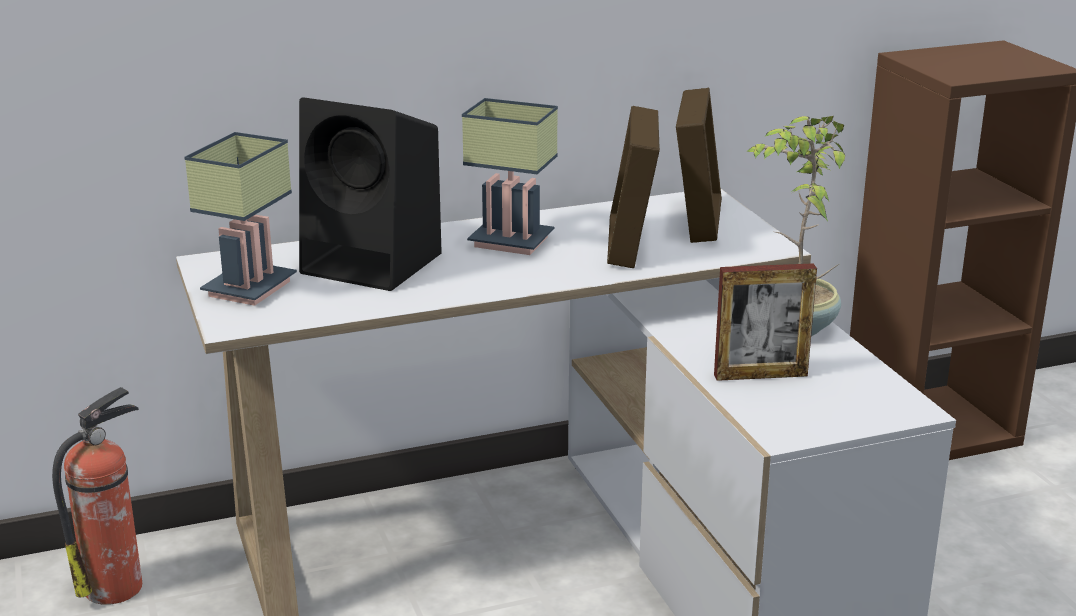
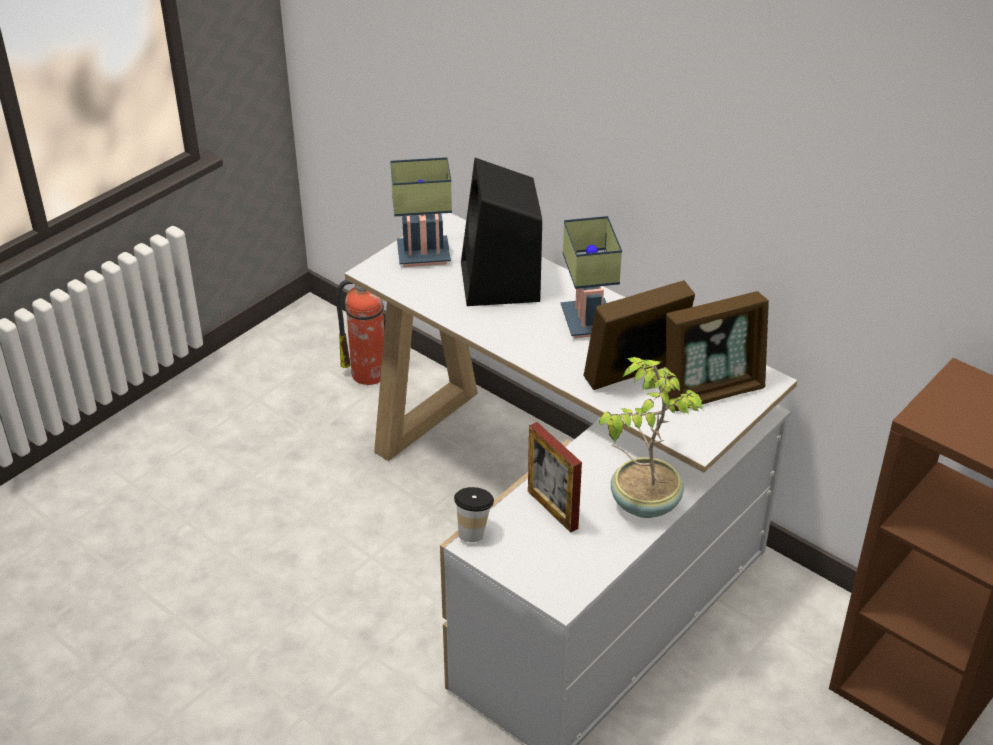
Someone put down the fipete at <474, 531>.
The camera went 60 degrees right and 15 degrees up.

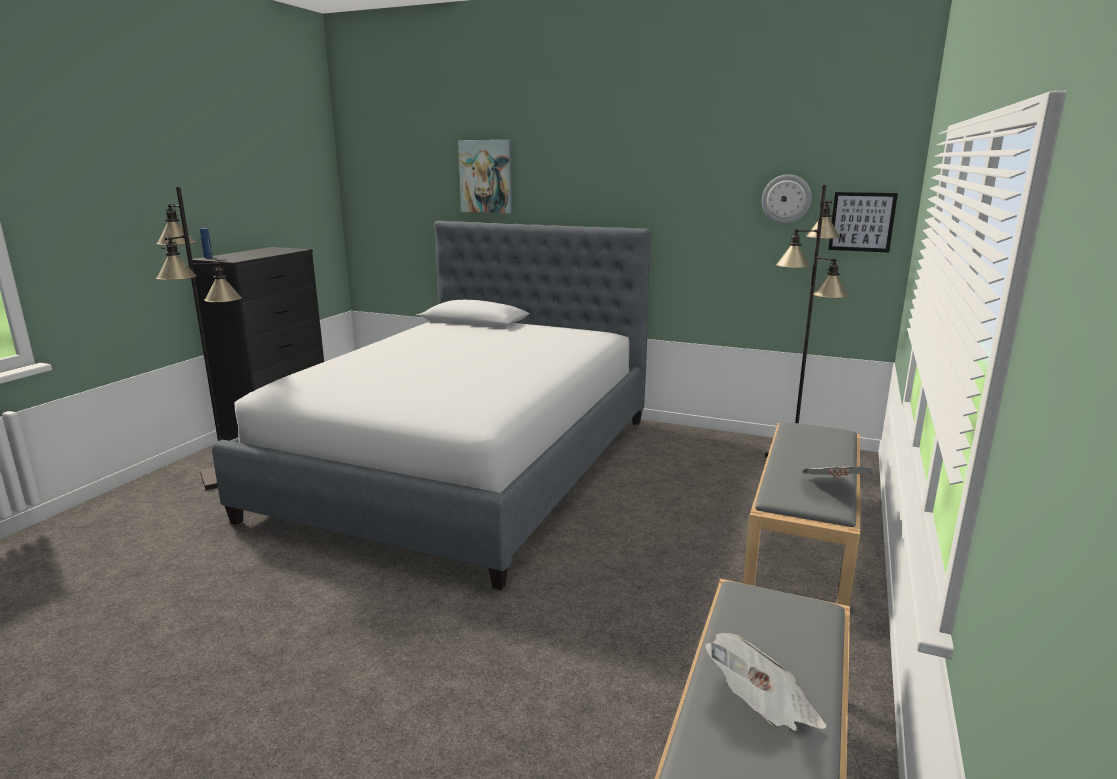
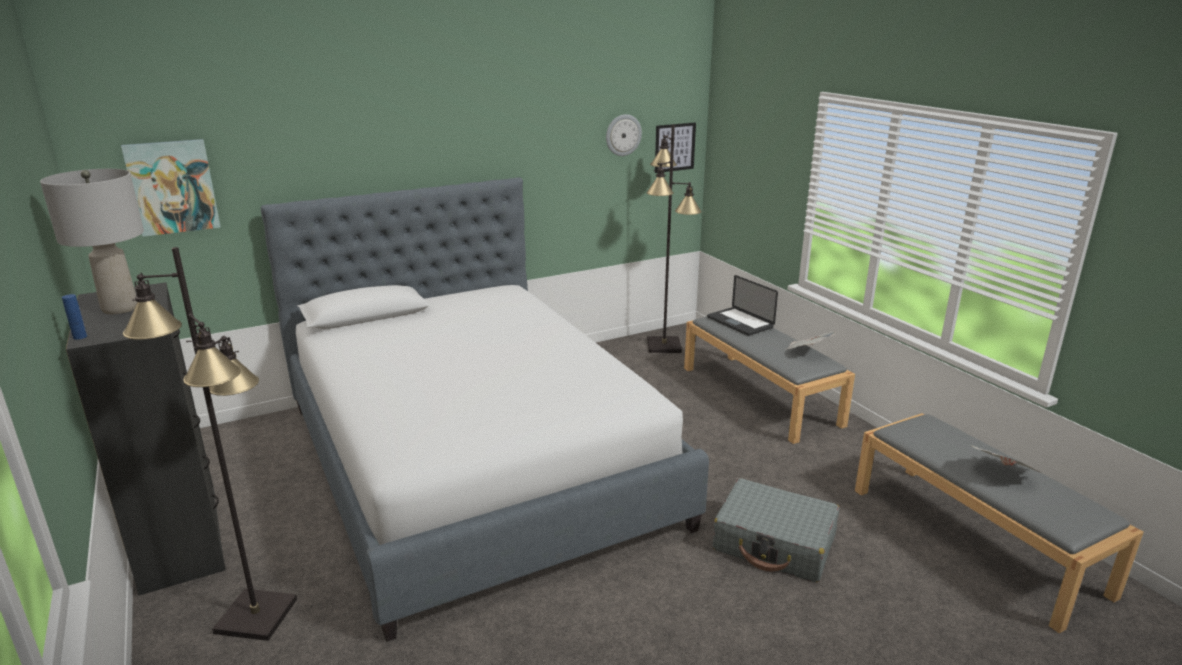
Someone carried the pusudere from <486, 176> to <172, 187>.
Someone put down the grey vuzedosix at <121, 308>.
Someone put down the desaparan at <740, 322>.
Someone put down the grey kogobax at <774, 543>.
The camera went 50 degrees left and 5 degrees up.

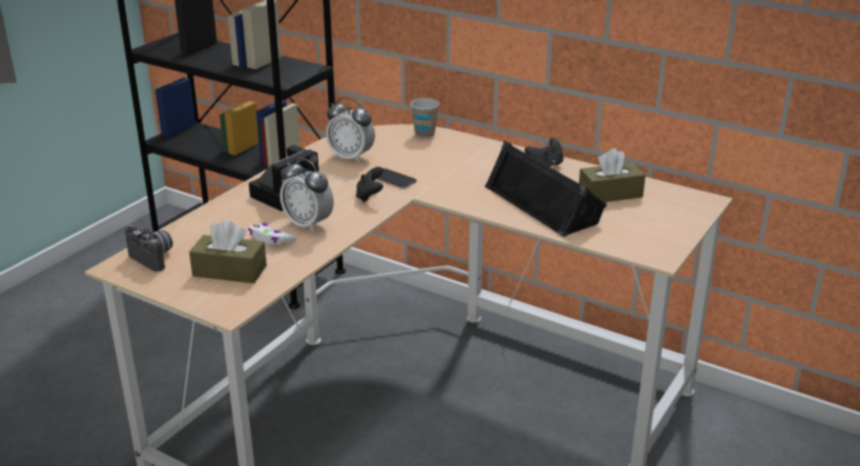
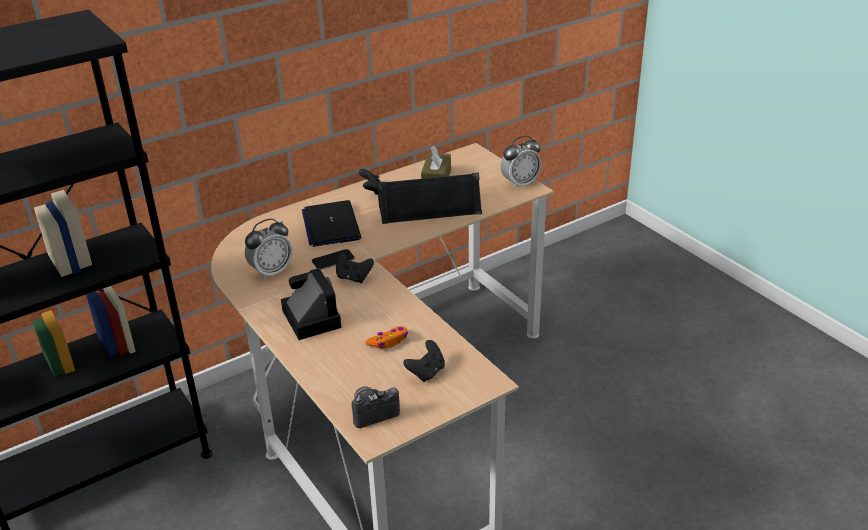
Someone took away the fipete at <424, 134>.
Someone carried the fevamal from <308, 224> to <520, 184>.
Someone swapped the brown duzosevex at <229, 271> for the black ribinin at <426, 372>.
Someone repainted the white ribinin at <271, 239>, which became the orange ribinin at <388, 341>.
Someone put down the desaparan at <331, 225>.
The camera went 65 degrees left and 5 degrees up.

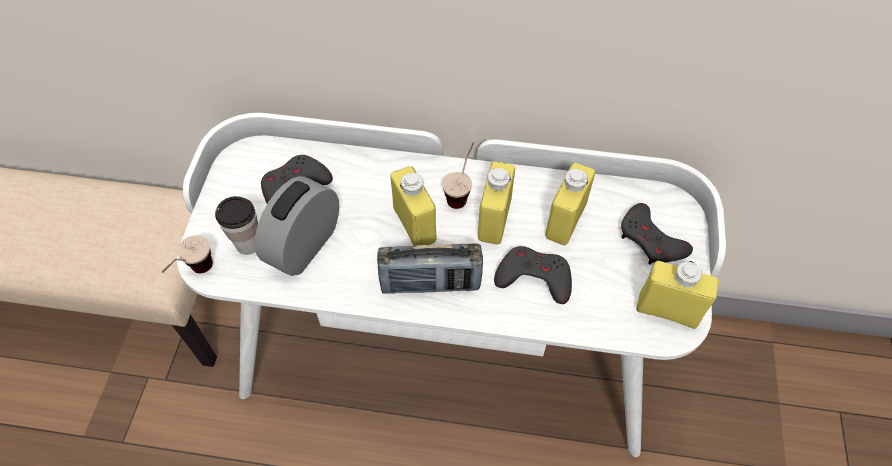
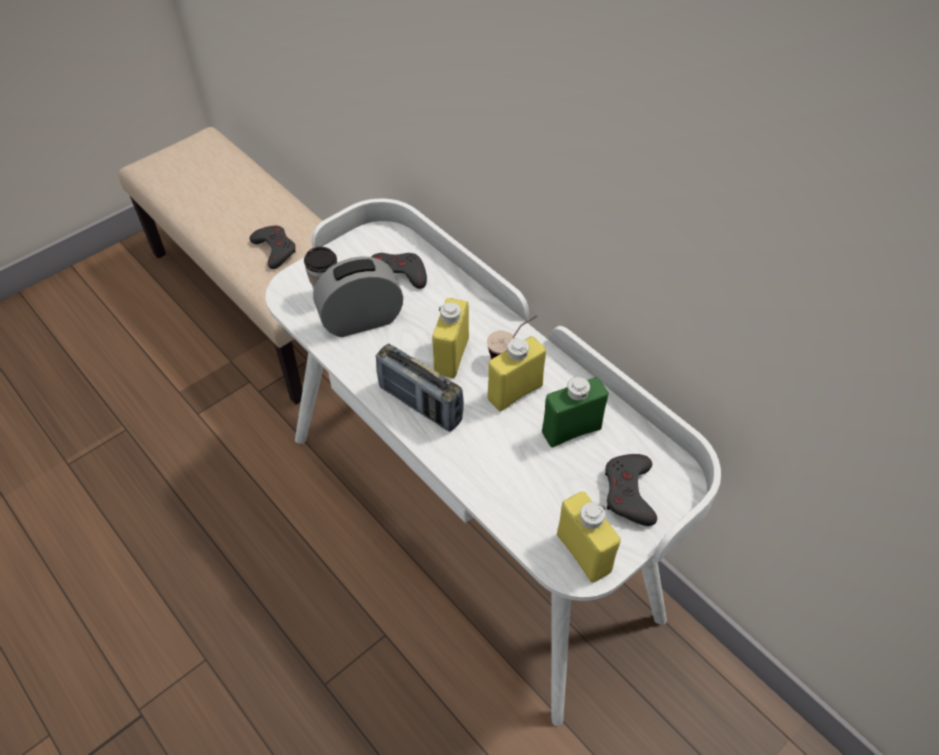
Someone repainted the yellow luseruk at <565, 221>, which became the green luseruk at <571, 430>.
Someone took away the fipete at <195, 275>.
Someone carried the grey ribinin from <534, 277> to <275, 249>.
The camera went 40 degrees right and 5 degrees down.

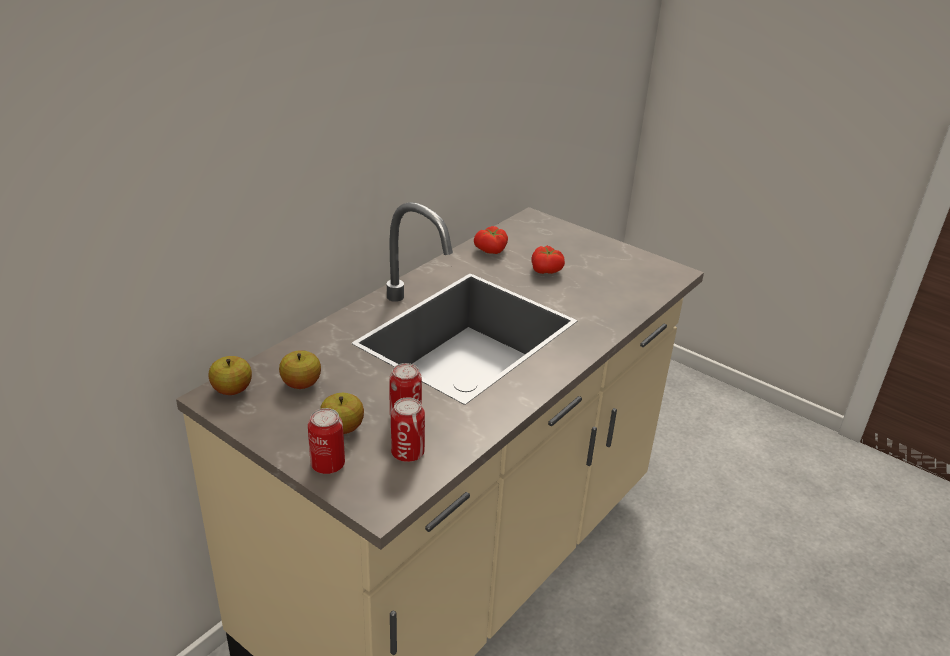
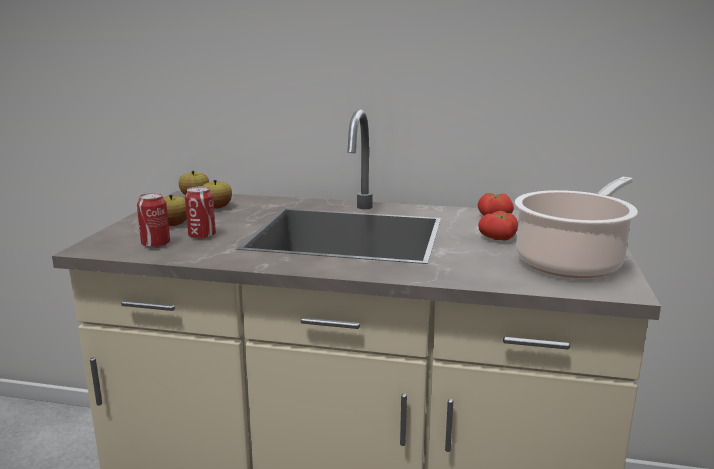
Someone took away the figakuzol at <327, 465>.
Someone put down the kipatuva at <572, 261>.
The camera went 65 degrees right and 15 degrees down.

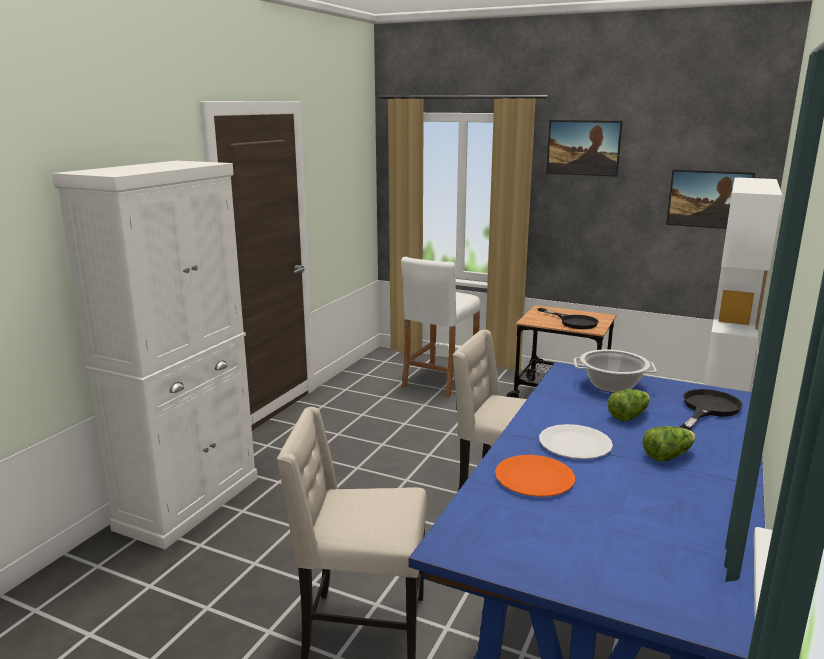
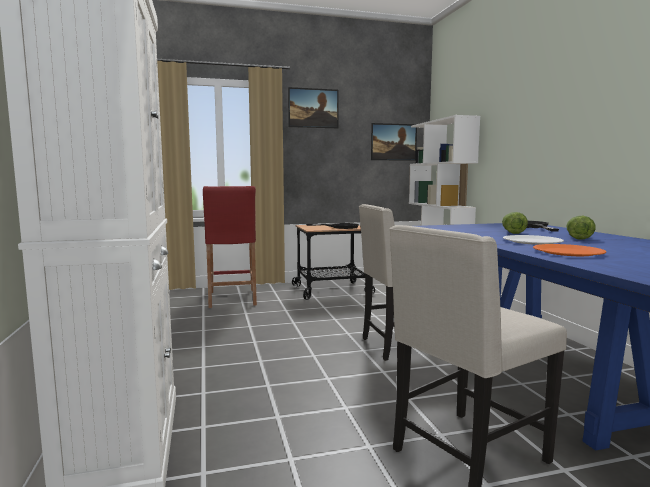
Someone repainted the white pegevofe at <440, 380>, which became the red pegevofe at <232, 298>.
Someone took away the kipatuva at <612, 385>.
The camera went 40 degrees left and 10 degrees down.

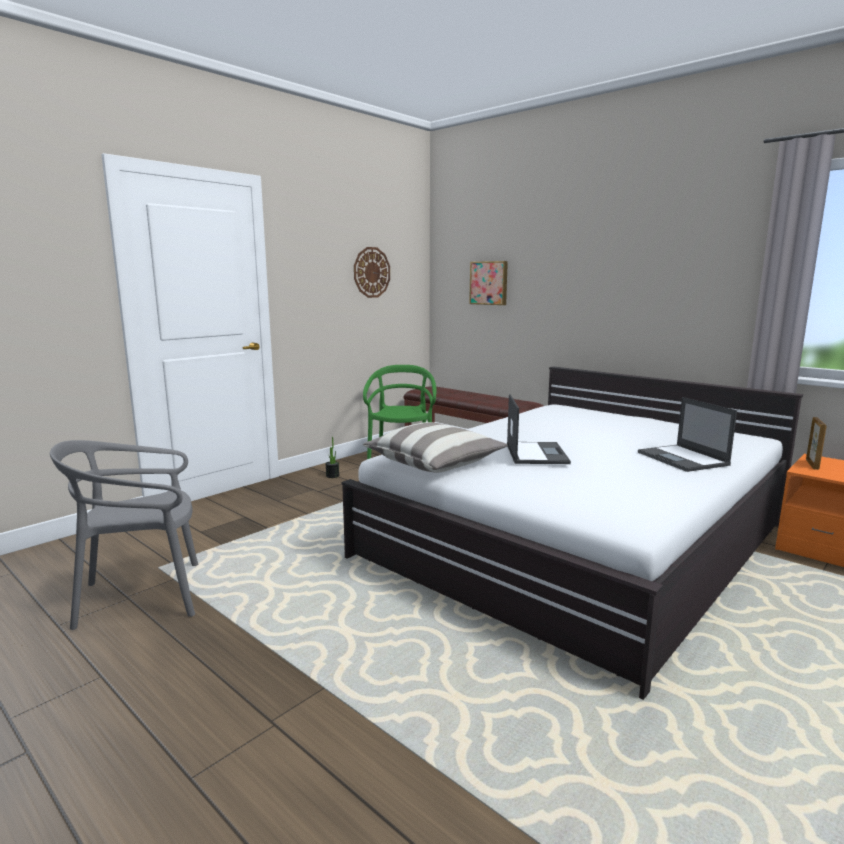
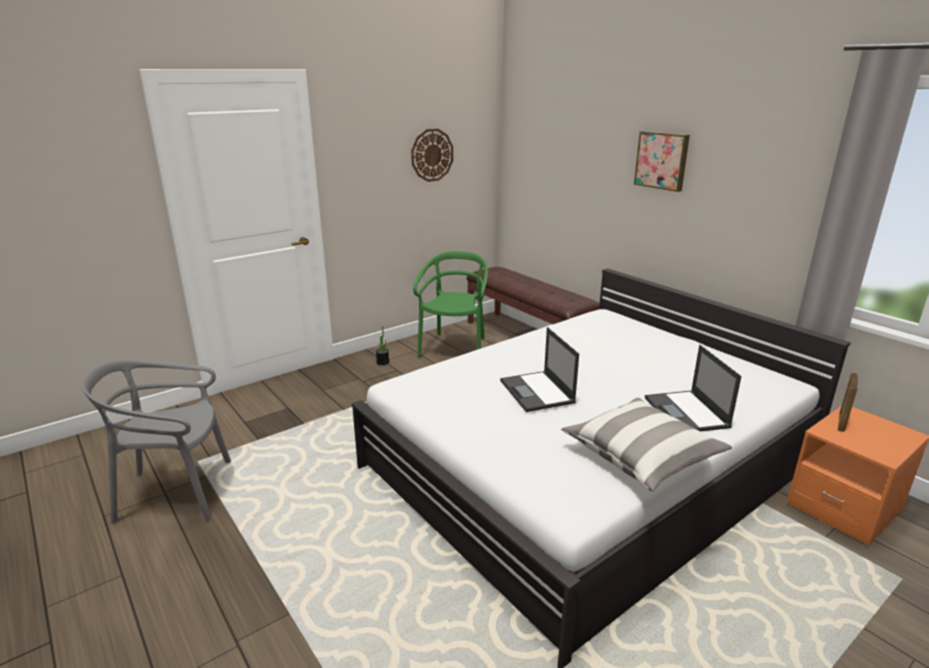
Someone carried the pusudere from <489, 283> to <662, 160>.
Someone rotated the desaparan at <536, 453> by 150 degrees clockwise.
Someone carried the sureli from <434, 463> to <641, 457>.
The camera went 10 degrees right and 10 degrees up.

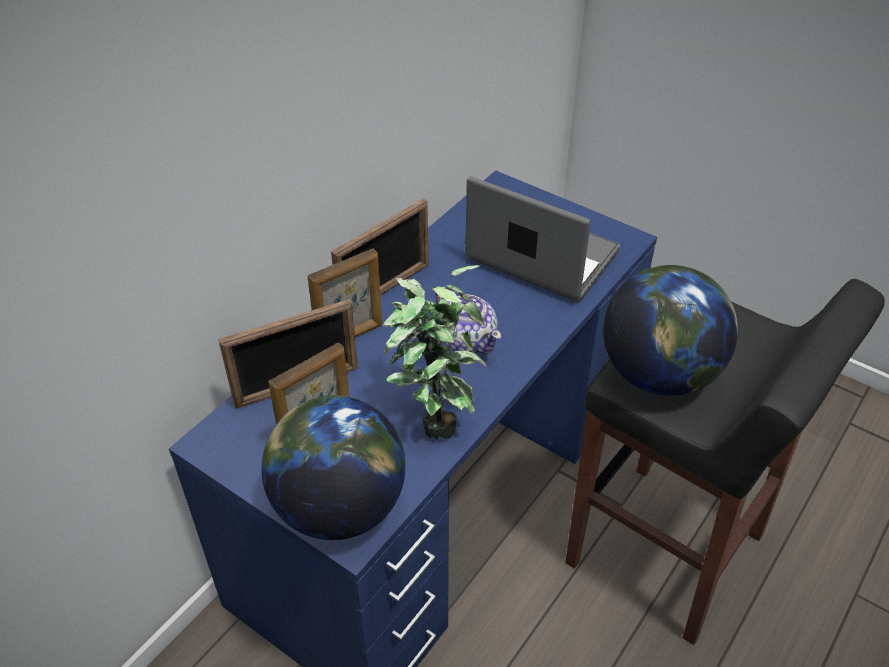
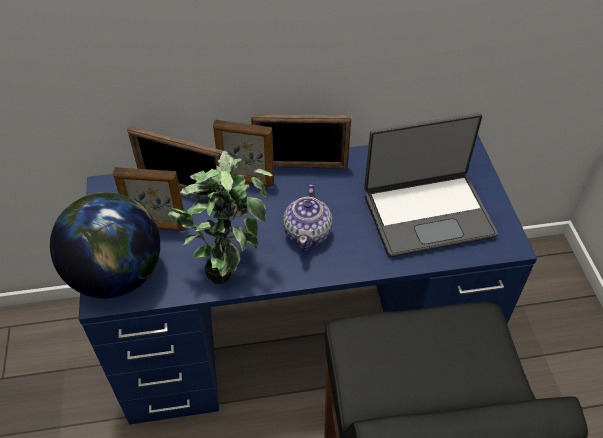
Someone rotated the desaparan at <540, 257> by 90 degrees clockwise.
Someone took away the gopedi at <659, 373>.
The camera went 45 degrees right and 5 degrees up.

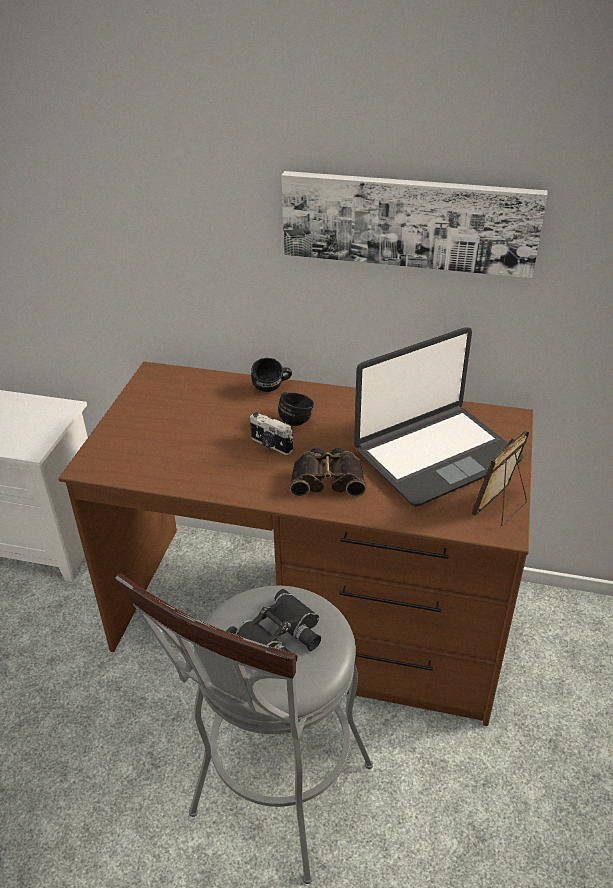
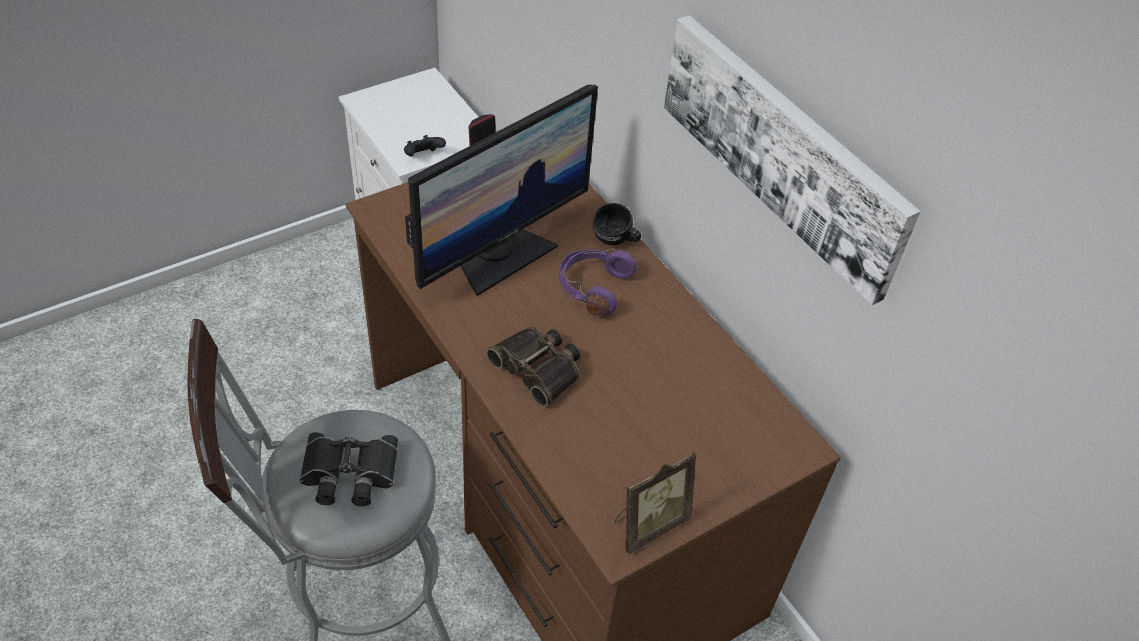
Someone took away the desaparan at <435, 455>.
Someone swapped the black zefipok at <294, 418> for the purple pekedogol at <592, 287>.
Someone took away the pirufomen at <271, 445>.
Someone rotated the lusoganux at <500, 508> by 150 degrees clockwise.
Someone put down the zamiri at <500, 255>.
Someone put down the black ribinin at <423, 156>.
The camera went 40 degrees right and 10 degrees up.

